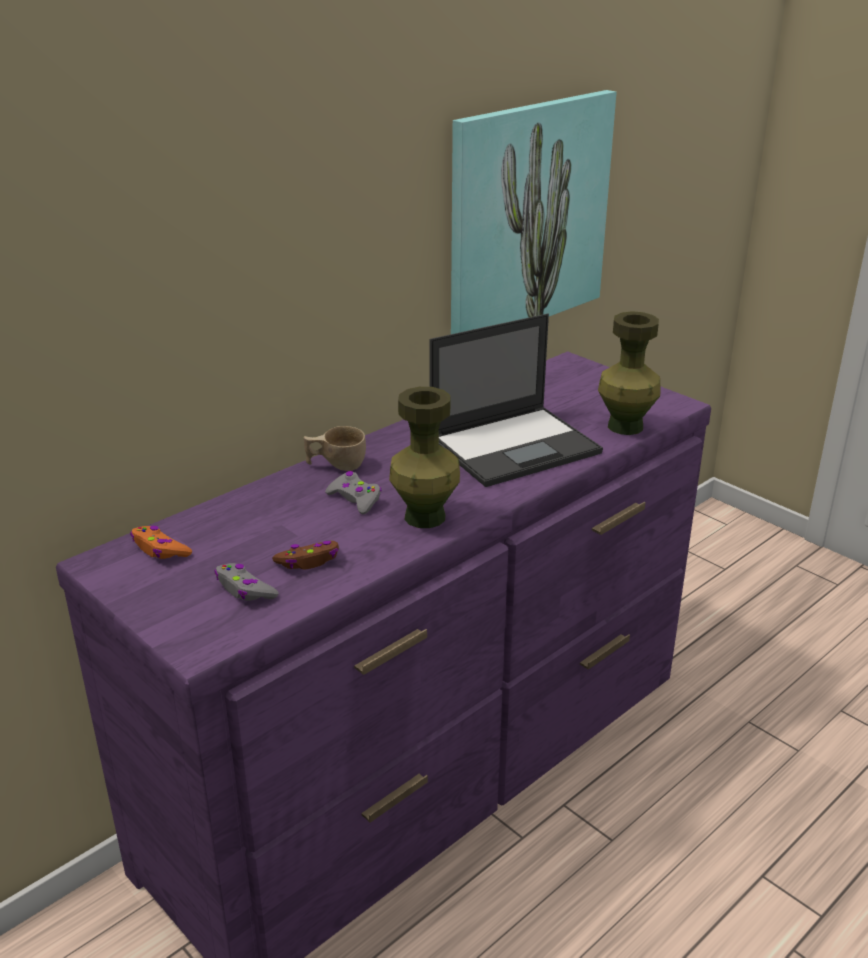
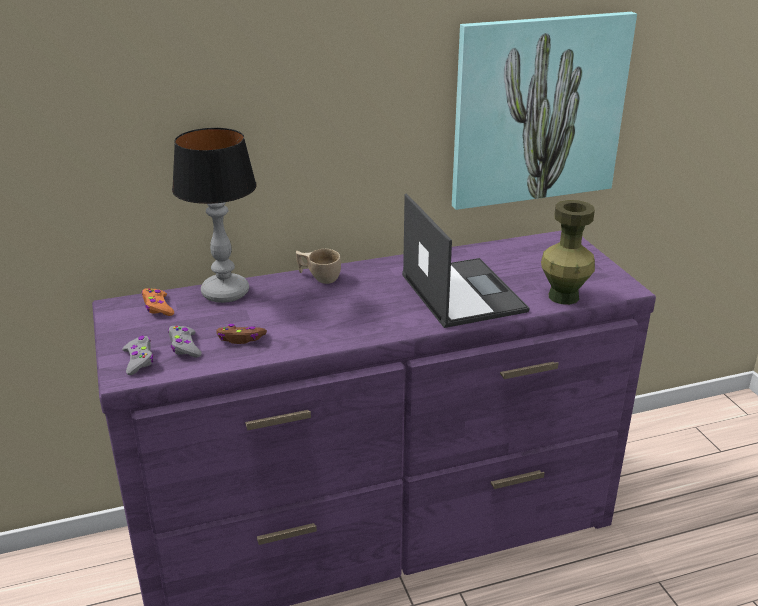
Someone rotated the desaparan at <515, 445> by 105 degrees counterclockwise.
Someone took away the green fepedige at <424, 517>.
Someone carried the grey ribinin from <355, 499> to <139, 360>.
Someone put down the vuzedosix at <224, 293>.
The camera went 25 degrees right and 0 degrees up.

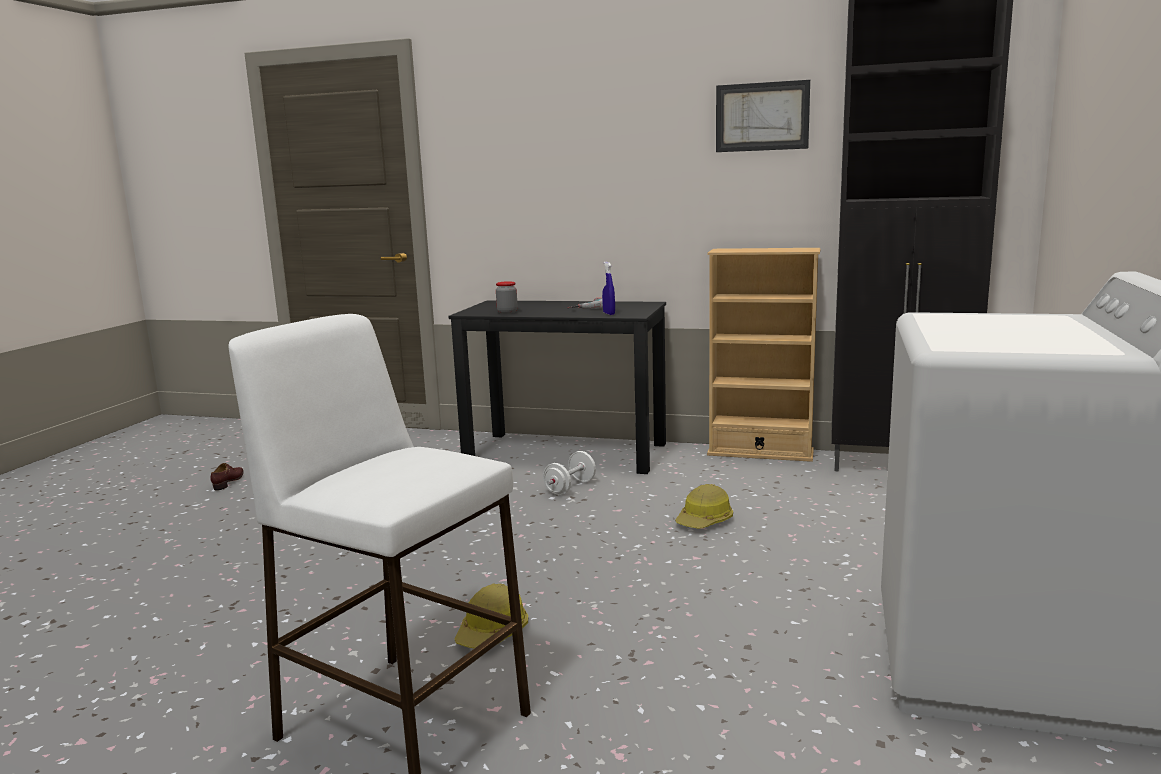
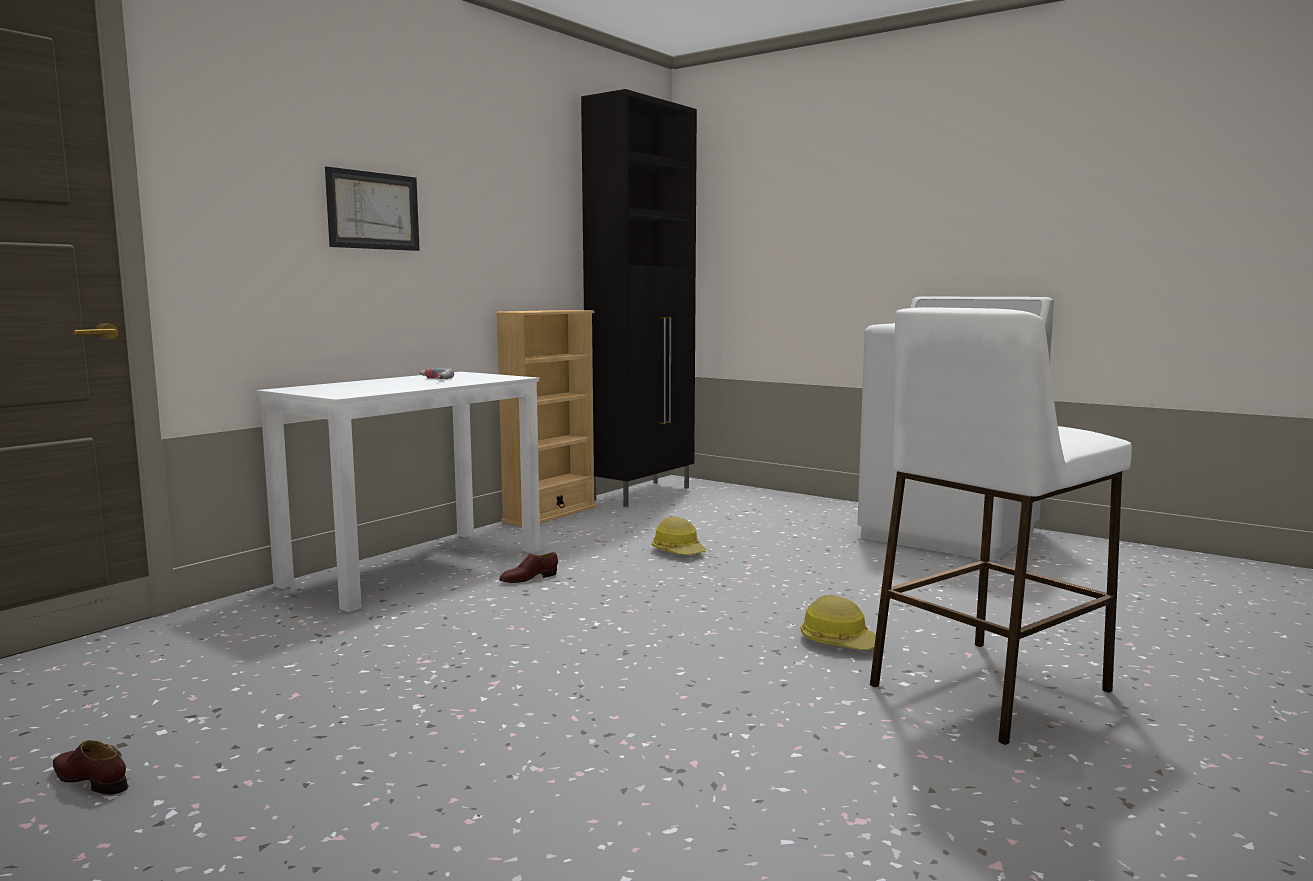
Someone carried the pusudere from <762, 117> to <373, 211>.
Someone took away the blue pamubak at <609, 314>.
Someone took away the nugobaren at <507, 312>.
Someone repainted the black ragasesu at <566, 452>, which became the white ragasesu at <416, 566>.
Someone swapped the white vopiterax at <570, 487> for the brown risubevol at <528, 578>.
The camera went 70 degrees left and 5 degrees down.

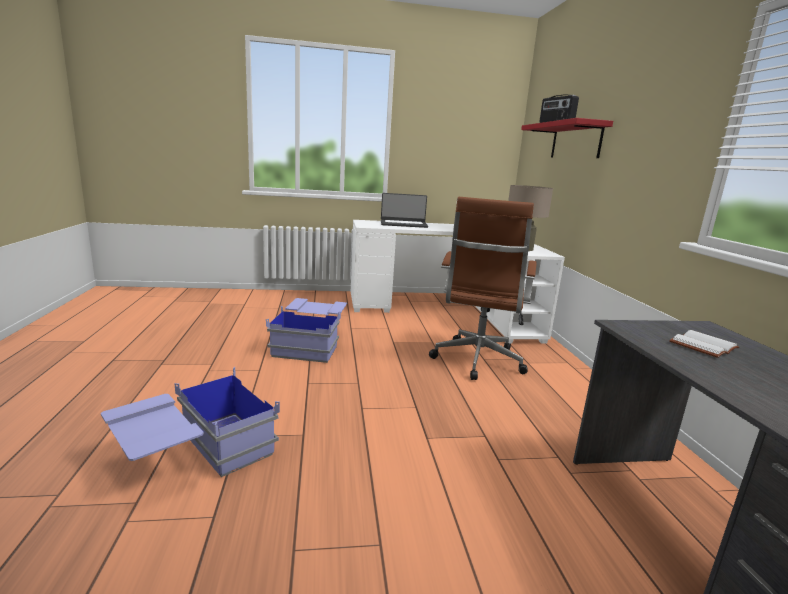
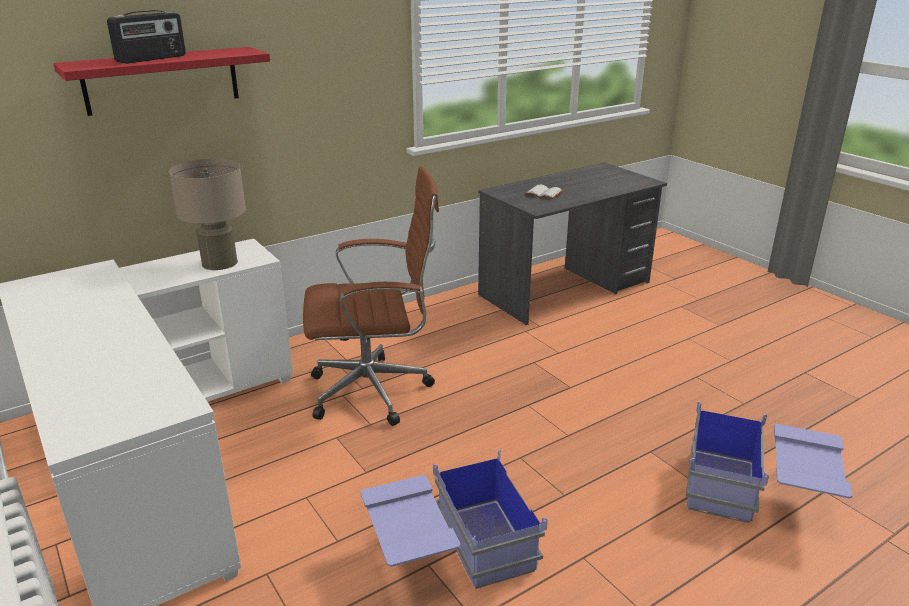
Someone took away the desaparan at <403, 224>.
The camera went 115 degrees left and 10 degrees up.

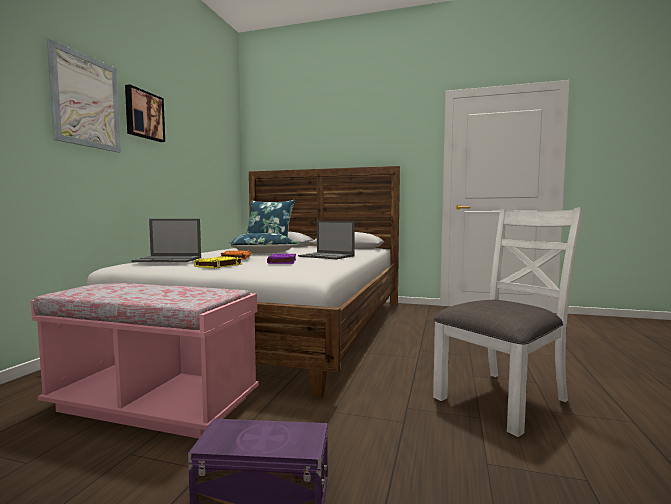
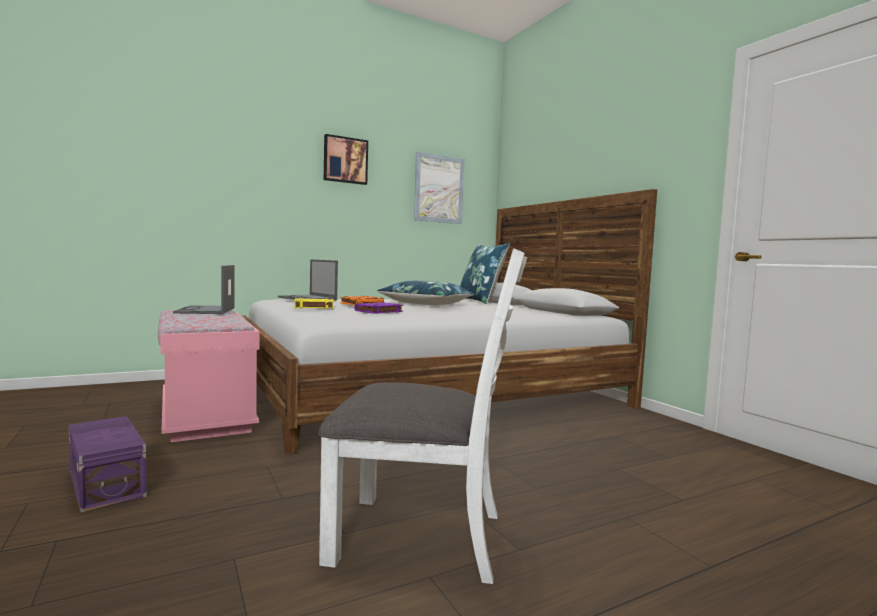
Someone carried the pusudere from <86, 101> to <439, 189>.
Someone carried the desaparan from <327, 256> to <206, 310>.
The camera went 45 degrees right and 0 degrees up.

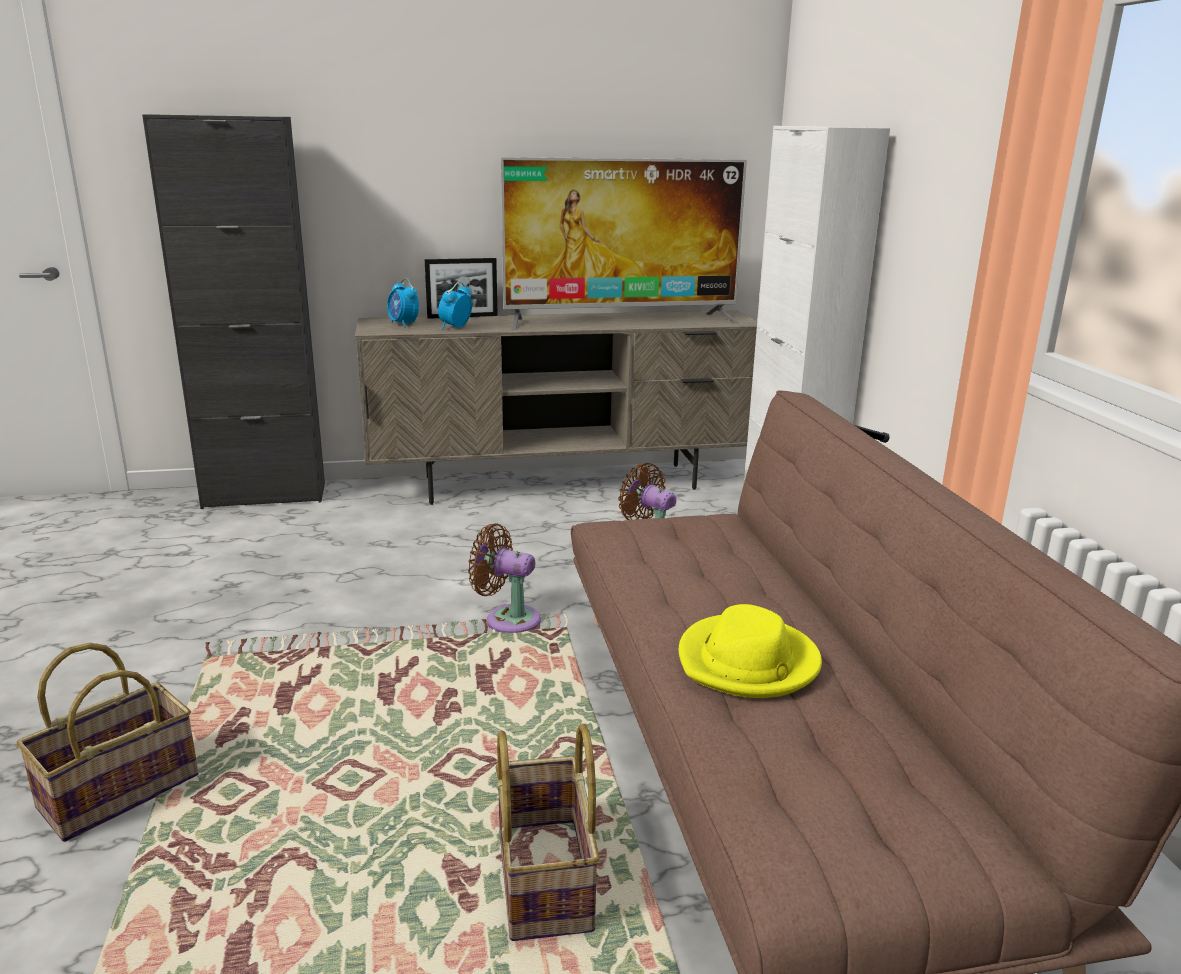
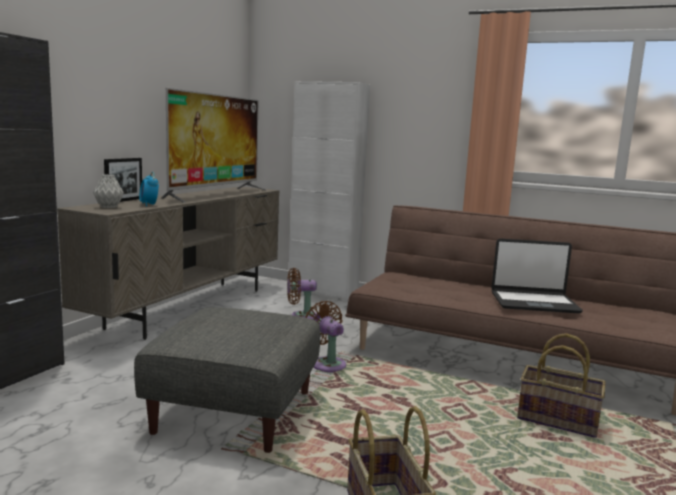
Someone swapped the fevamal at <403, 324> for the grey fepedige at <109, 207>.
Someone rotated the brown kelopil at <507, 619> by 90 degrees clockwise.
Someone swapped the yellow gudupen at <748, 663> for the desaparan at <533, 302>.
Someone put down the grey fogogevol at <234, 411>.
The camera went 55 degrees left and 10 degrees down.

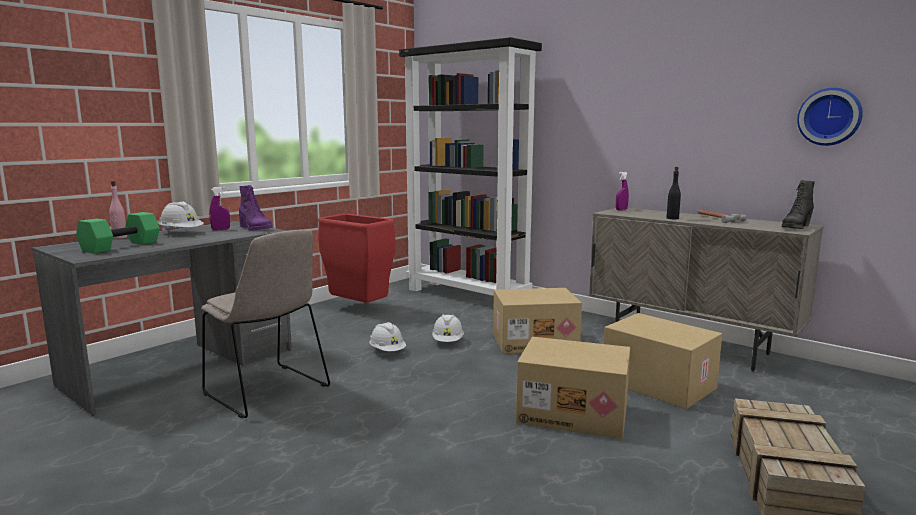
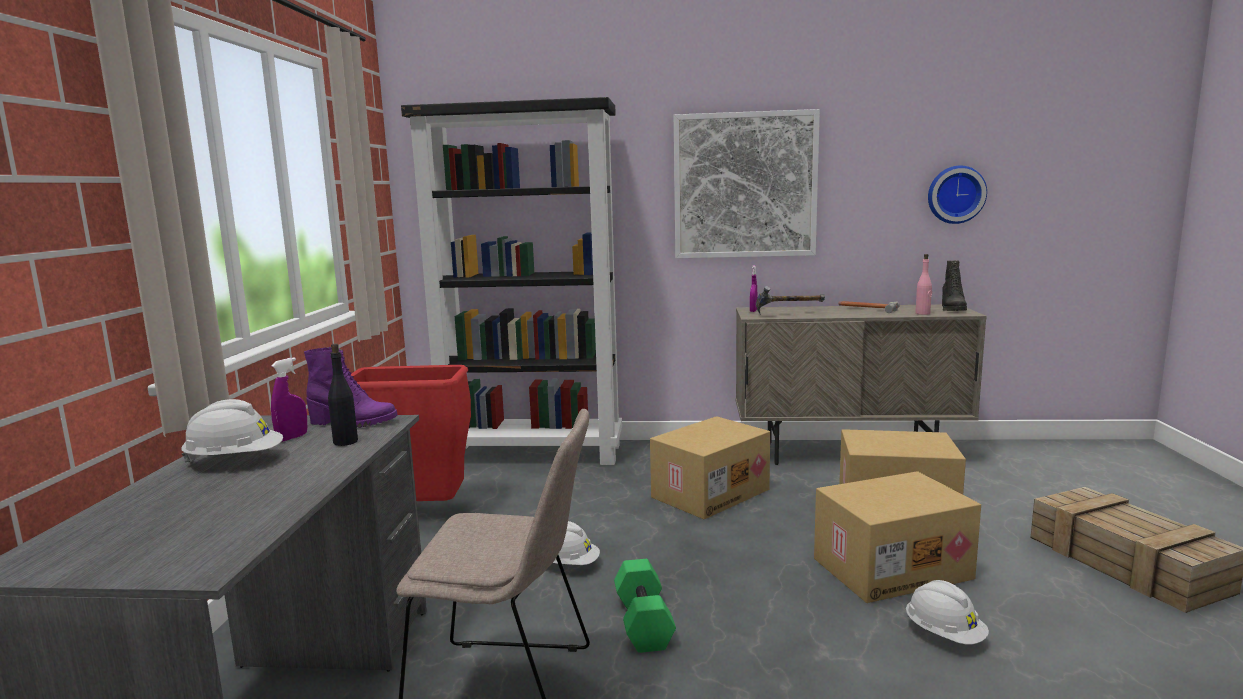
Someone carried the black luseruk from <672, 218> to <345, 442>.
Someone carried the pink luseruk from <119, 237> to <923, 313>.
Someone carried the green vopiterax from <121, 246> to <642, 622>.
Someone carried the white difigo from <448, 342> to <944, 634>.
Someone put up the pusudere at <744, 185>.
Someone put down the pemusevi at <788, 314>.
The camera went 35 degrees left and 0 degrees up.

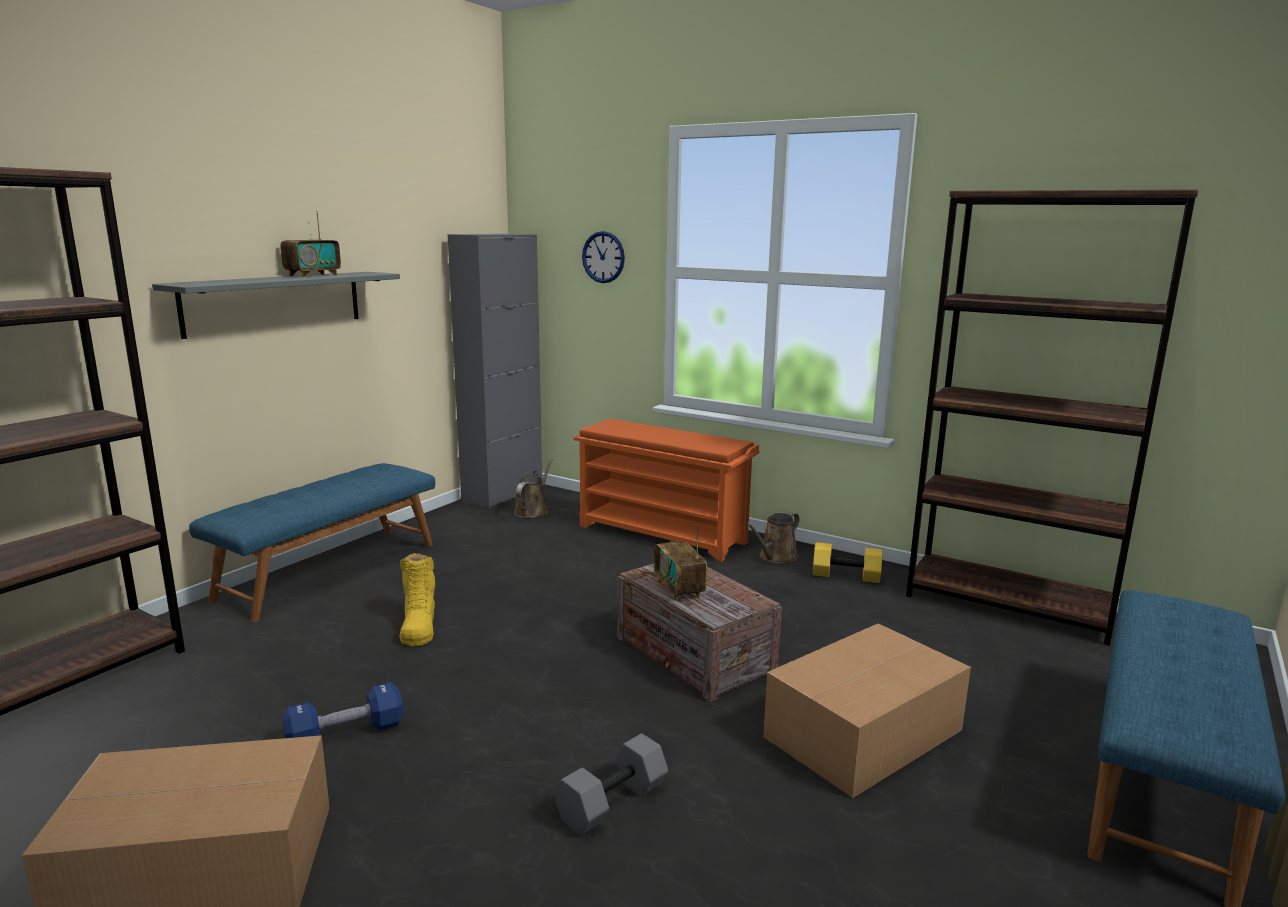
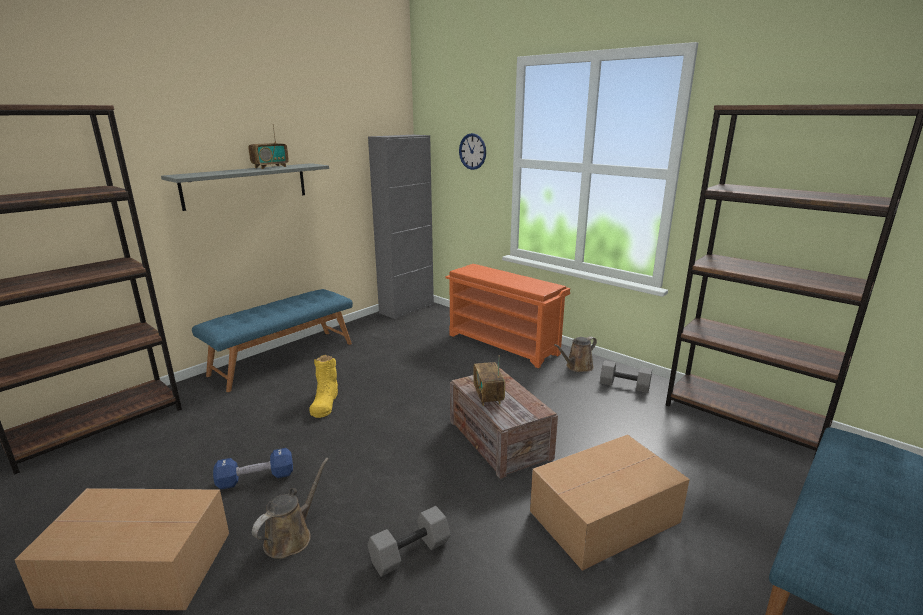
Someone carried the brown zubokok from <532, 511> to <291, 536>.
Someone repainted the yellow vopiterax at <845, 576>, which became the grey vopiterax at <624, 385>.
The camera went 10 degrees right and 5 degrees up.

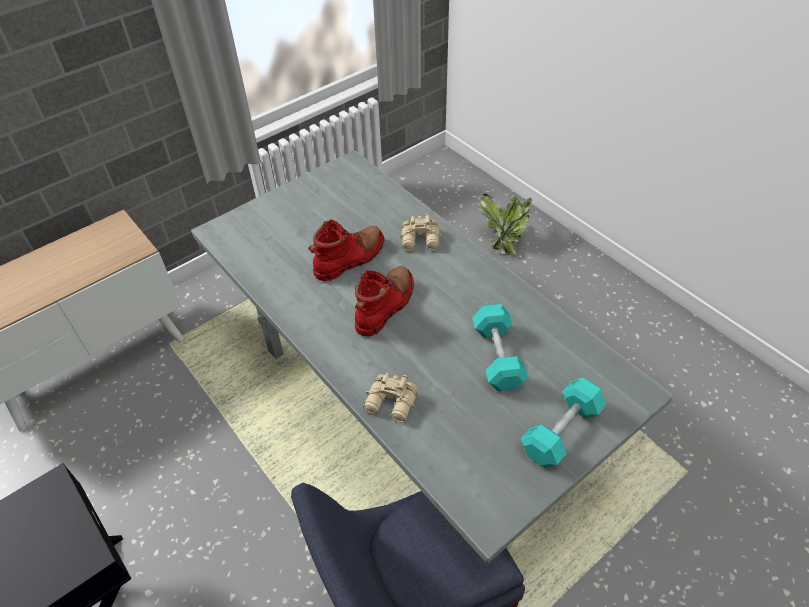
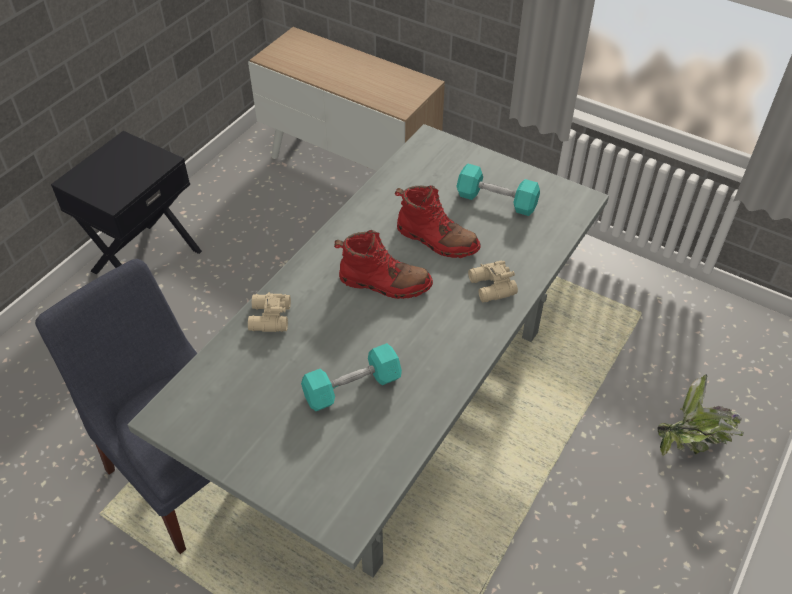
Someone carried the turquoise vopiterax from <561, 431> to <496, 200>.
The camera went 70 degrees right and 0 degrees up.

